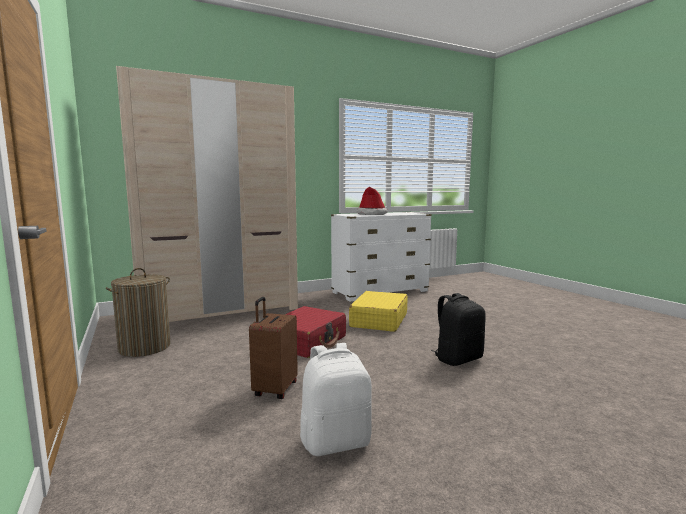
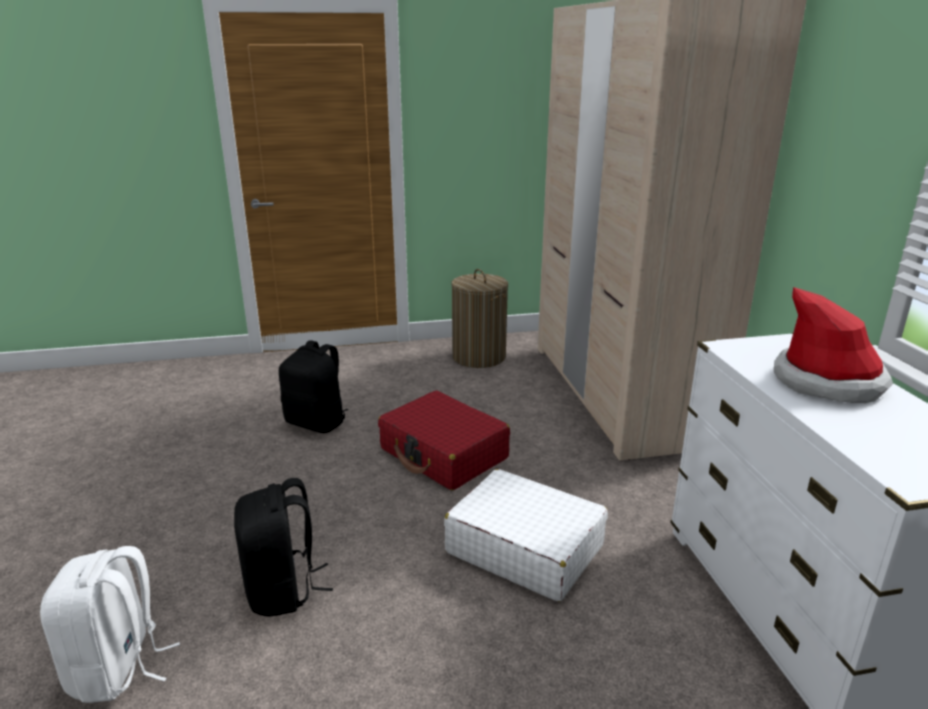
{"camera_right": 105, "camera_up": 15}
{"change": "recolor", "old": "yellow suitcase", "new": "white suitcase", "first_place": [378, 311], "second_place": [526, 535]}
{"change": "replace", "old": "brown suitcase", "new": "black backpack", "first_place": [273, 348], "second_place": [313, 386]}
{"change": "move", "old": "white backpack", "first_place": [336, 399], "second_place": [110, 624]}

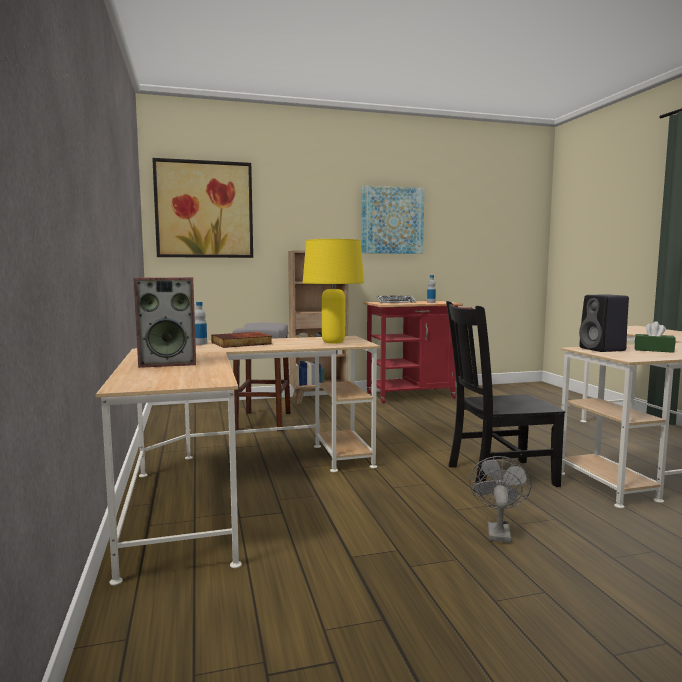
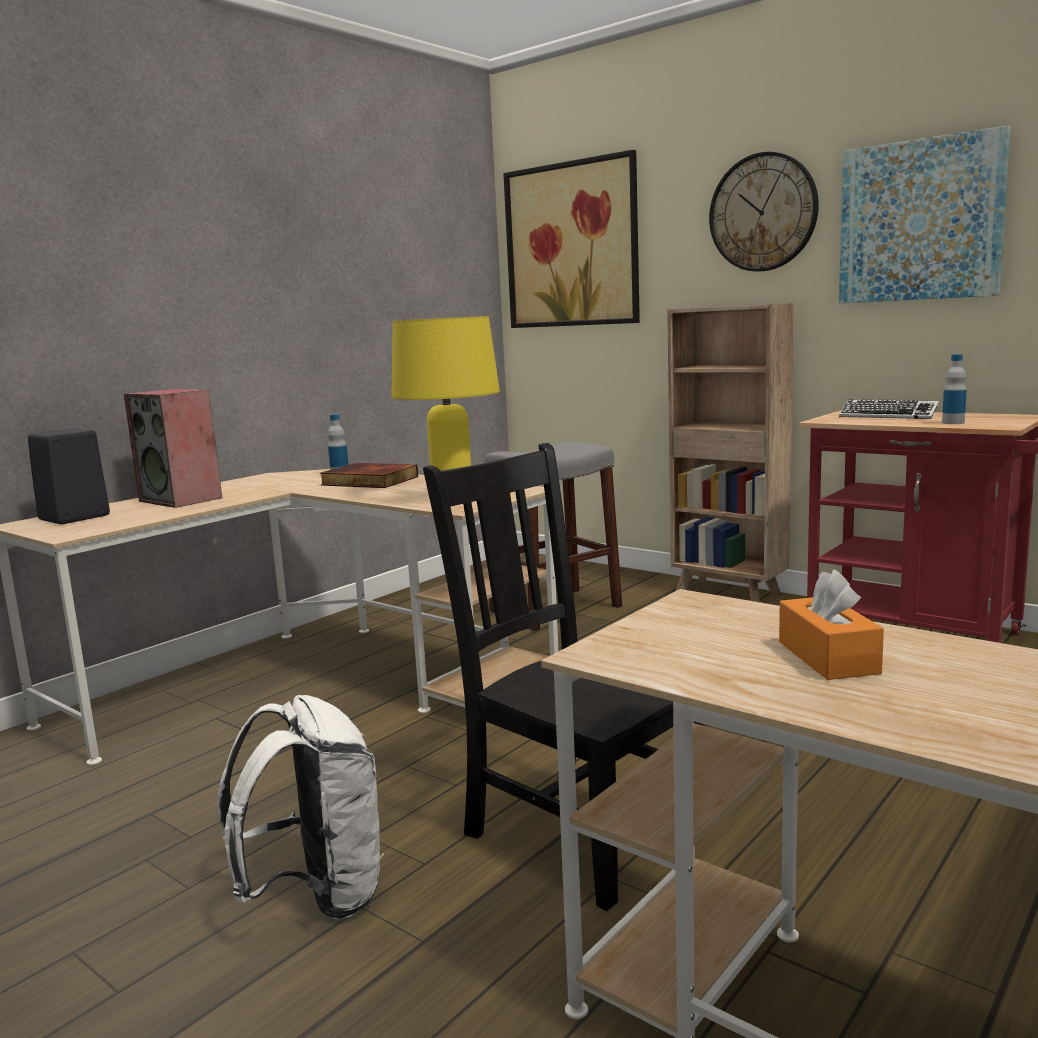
{"camera_right": 55, "camera_up": 5}
{"change": "move", "old": "black speaker", "first_place": [604, 323], "second_place": [69, 476]}
{"change": "recolor", "old": "green tissue box", "new": "orange tissue box", "first_place": [655, 337], "second_place": [831, 624]}
{"change": "replace", "old": "grey fan", "new": "white backpack", "first_place": [500, 499], "second_place": [300, 807]}
{"change": "insert", "new": "wall clock", "second_place": [764, 211]}

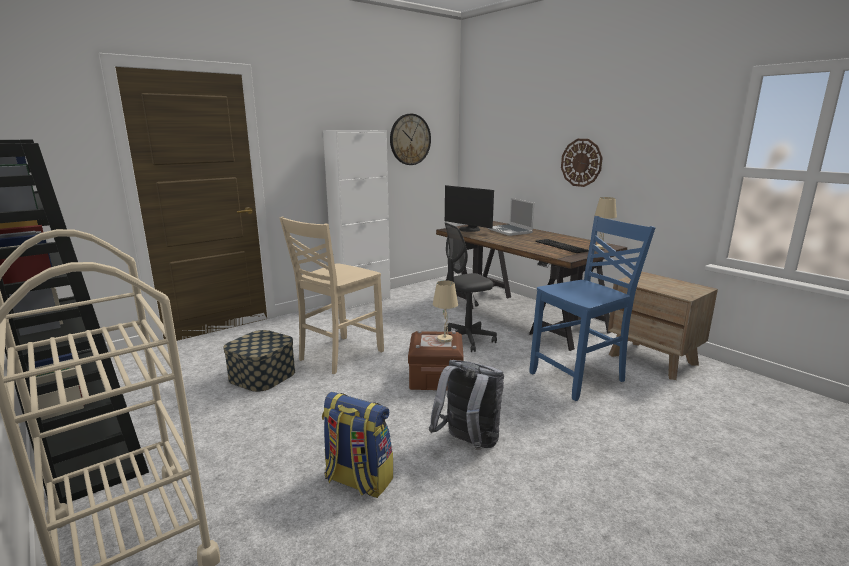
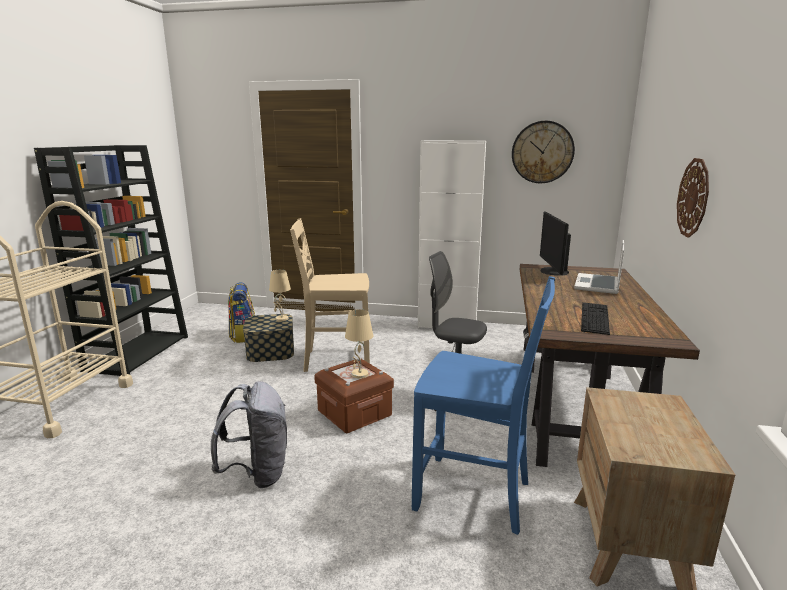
{"camera_right": 50, "camera_up": 0}
{"change": "move", "old": "beige table lamp", "first_place": [605, 223], "second_place": [280, 295]}
{"change": "move", "old": "backpack", "first_place": [357, 445], "second_place": [241, 312]}

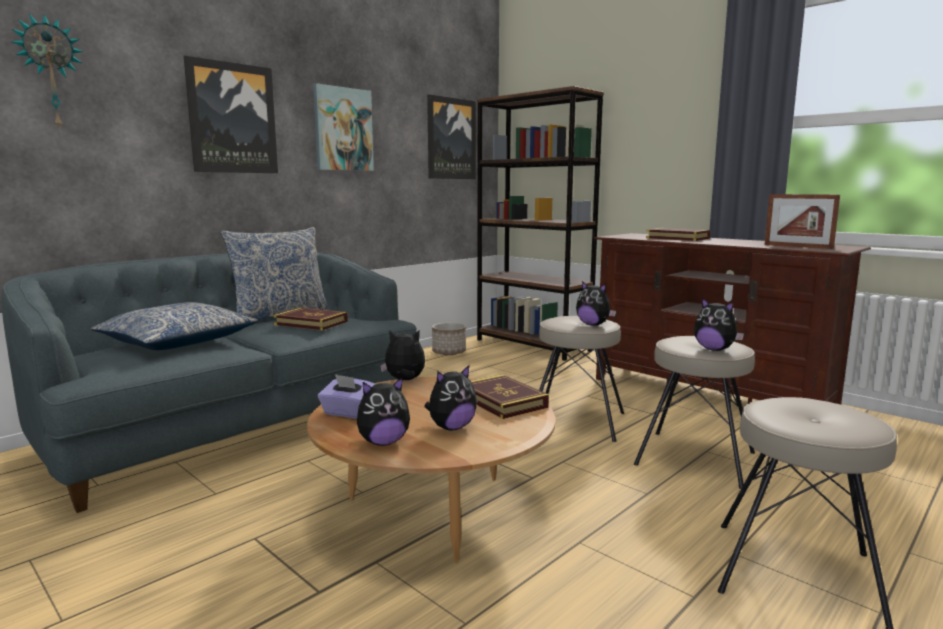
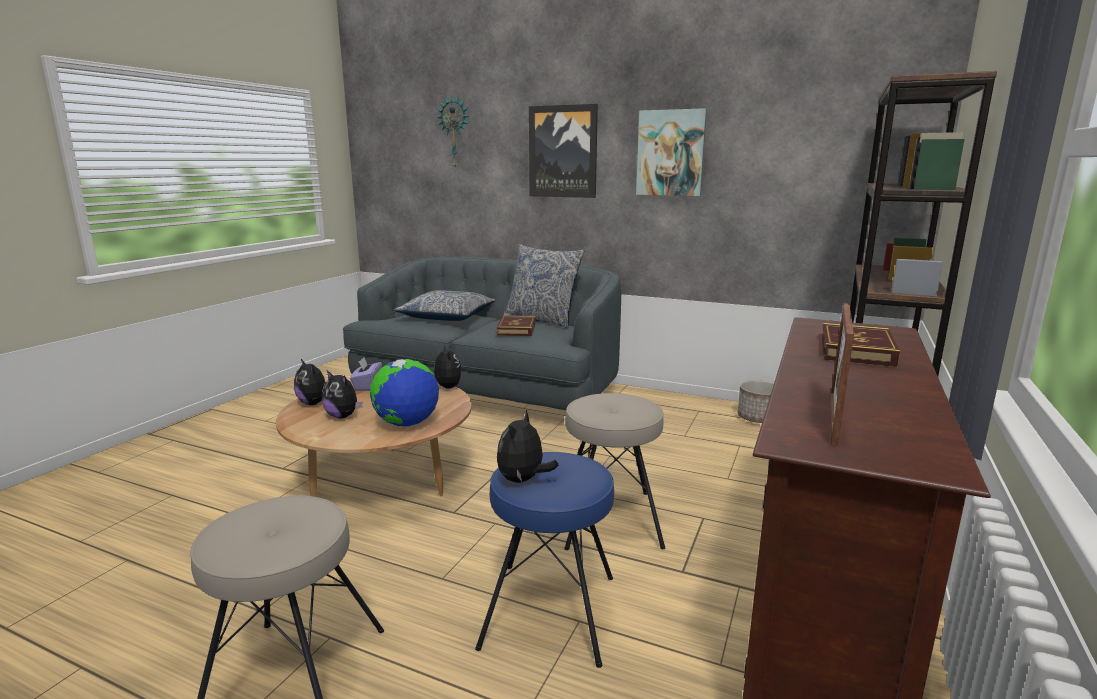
{"camera_right": 70, "camera_up": 5}
{"change": "delete", "old": "picture", "first_place": [451, 136]}
{"change": "delete", "old": "plush toy", "first_place": [596, 303]}
{"change": "recolor", "old": "beige stool", "new": "blue stool", "first_place": [694, 412], "second_place": [544, 560]}
{"change": "replace", "old": "book", "new": "globe", "first_place": [510, 396], "second_place": [404, 392]}

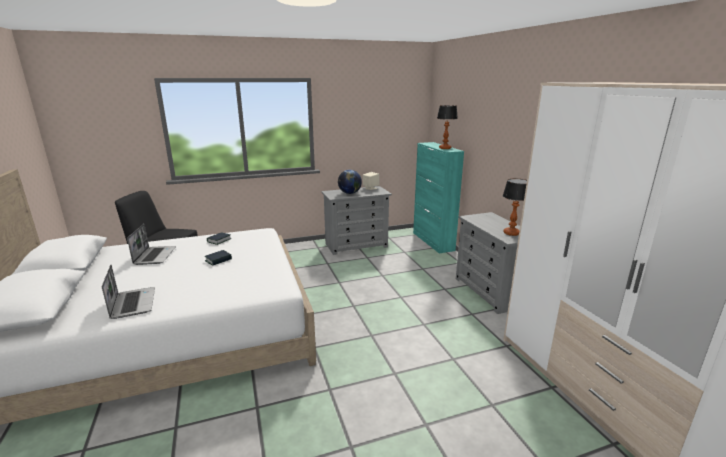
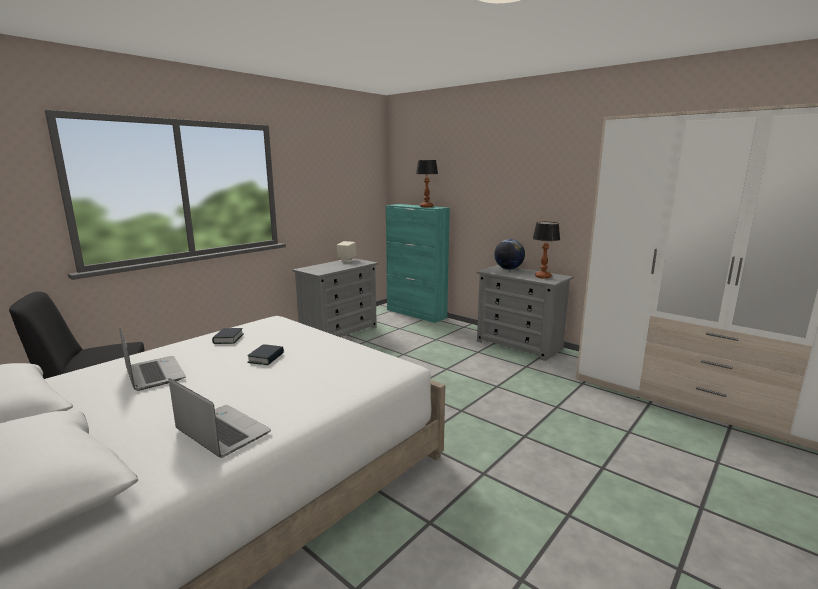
{"camera_right": -30, "camera_up": -5}
{"change": "move", "old": "globe", "first_place": [350, 182], "second_place": [509, 254]}

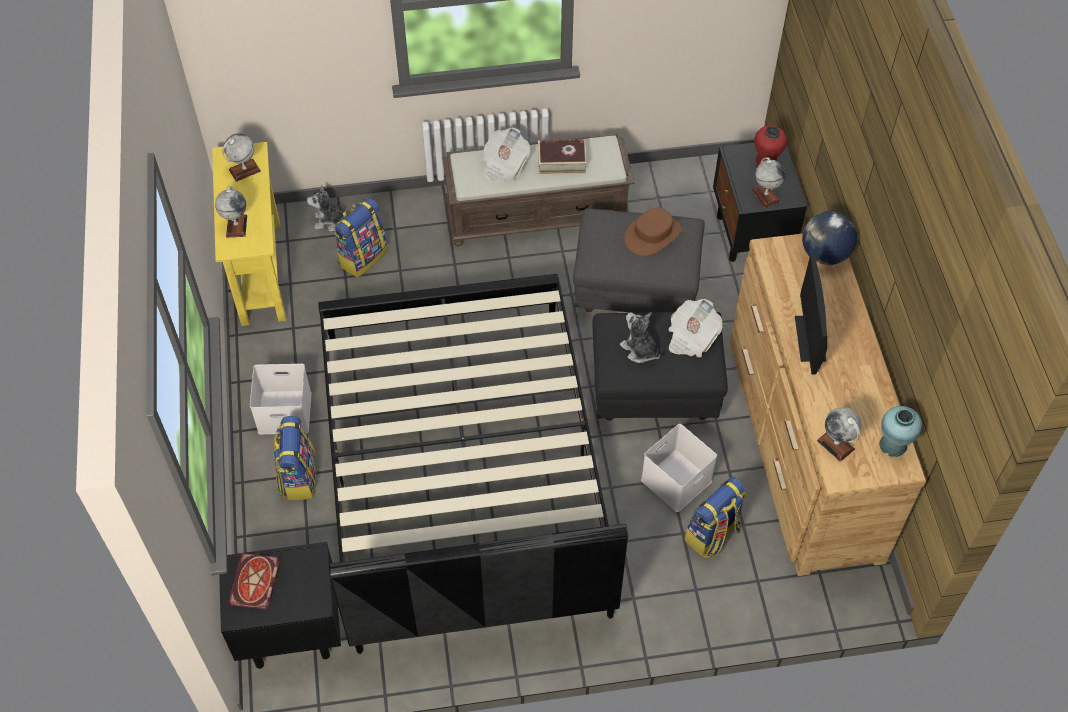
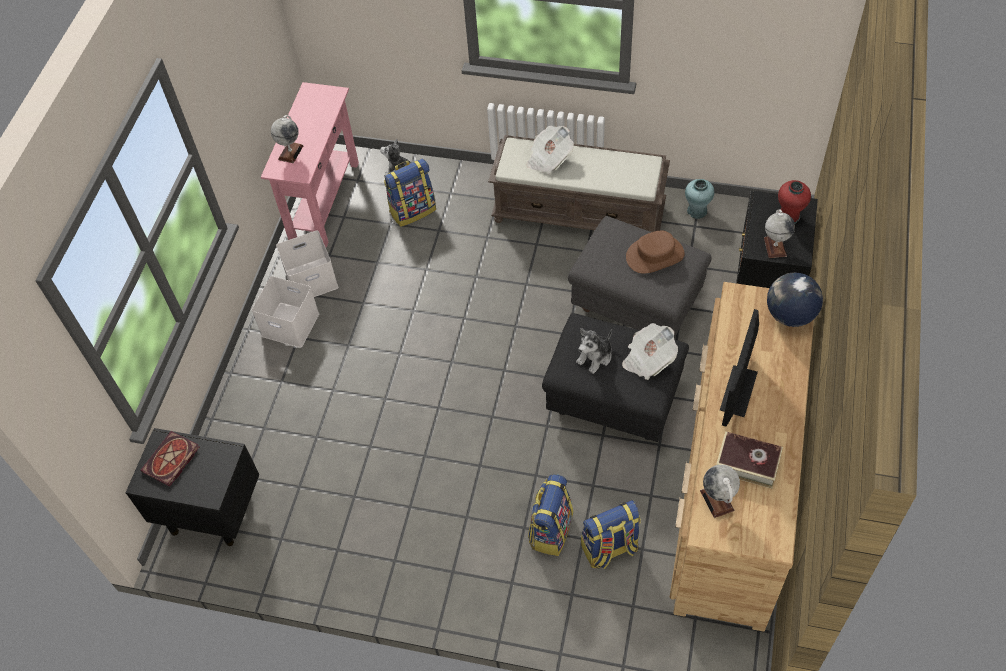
{"camera_right": 25, "camera_up": 0}
{"change": "delete", "old": "globe", "first_place": [241, 157]}
{"change": "move", "old": "book", "first_place": [562, 156], "second_place": [749, 460]}
{"change": "recolor", "old": "yellow console table", "new": "pink console table", "first_place": [249, 234], "second_place": [310, 164]}
{"change": "delete", "old": "black bed", "first_place": [473, 464]}
{"change": "rotate", "old": "plush toy", "first_place": [640, 337], "second_place": [594, 351], "degrees": -120}
{"change": "move", "old": "turquoise vase", "first_place": [900, 431], "second_place": [699, 199]}
{"change": "move", "old": "backpack", "first_place": [294, 458], "second_place": [550, 515]}
{"change": "move", "old": "white storage box", "first_place": [679, 468], "second_place": [307, 263]}

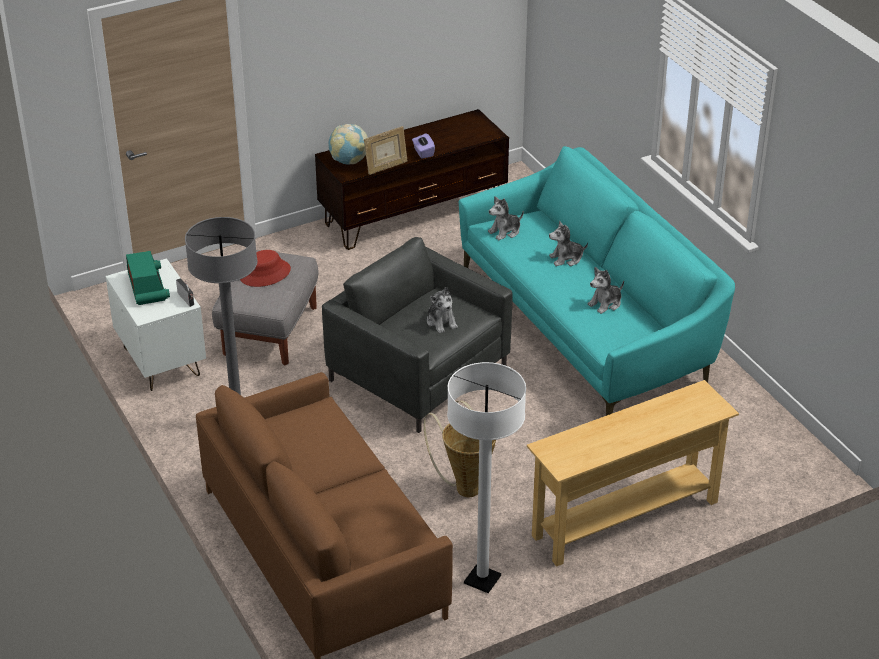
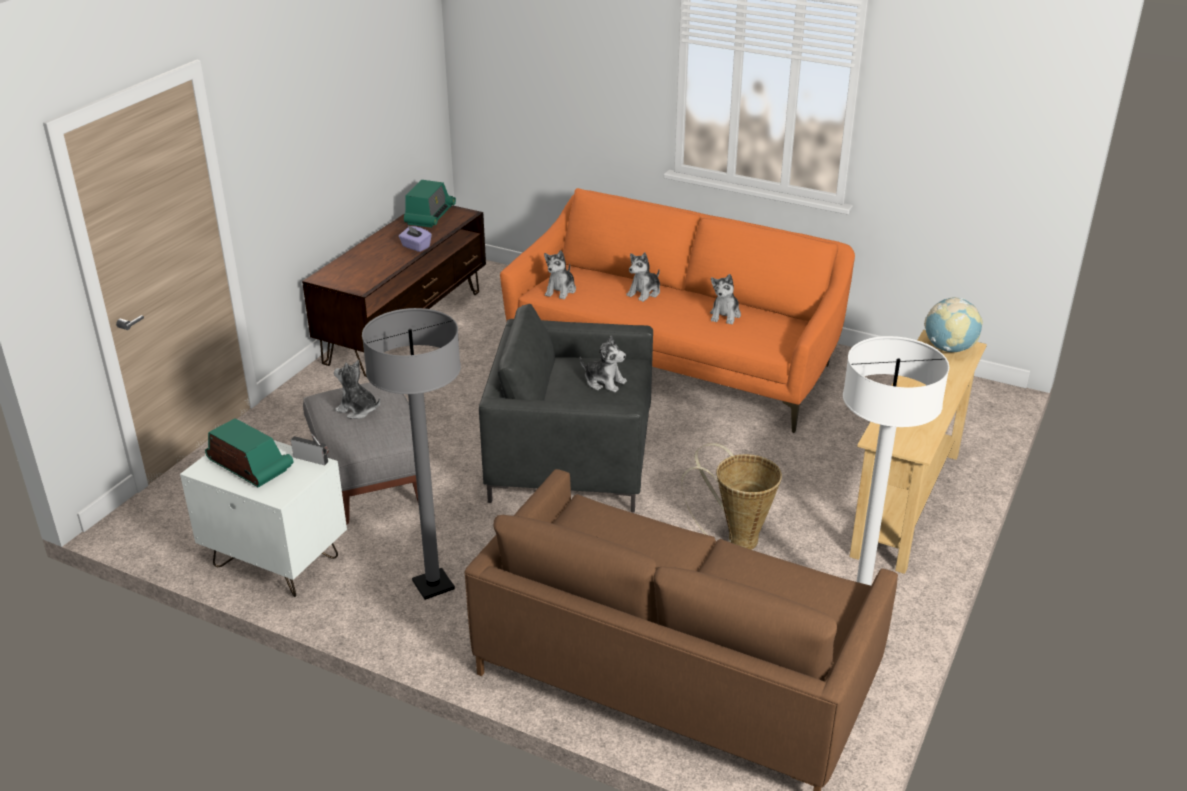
{"camera_right": -35, "camera_up": -5}
{"change": "move", "old": "globe", "first_place": [348, 144], "second_place": [953, 324]}
{"change": "delete", "old": "picture frame", "first_place": [386, 150]}
{"change": "recolor", "old": "turquoise sofa", "new": "orange sofa", "first_place": [597, 281], "second_place": [677, 310]}
{"change": "replace", "old": "red hat", "new": "plush toy", "first_place": [265, 268], "second_place": [357, 389]}
{"change": "insert", "new": "radio", "second_place": [430, 204]}

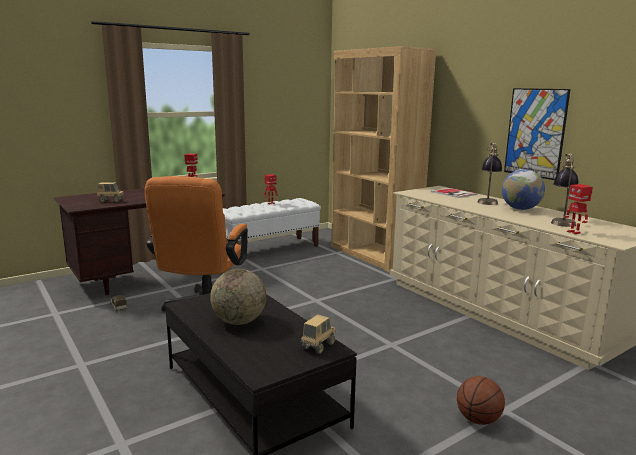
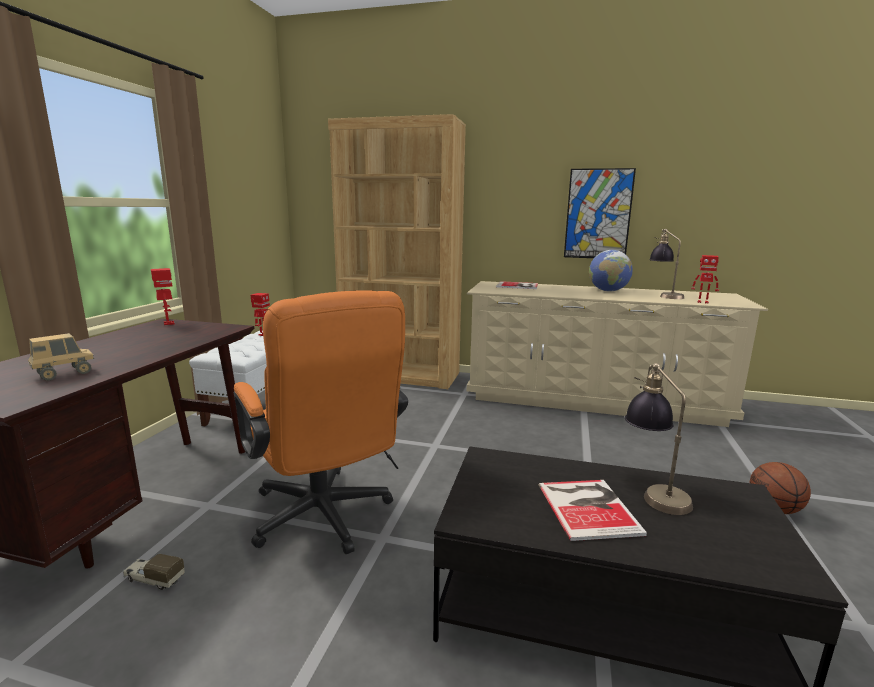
{"camera_right": -40, "camera_up": 0}
{"change": "move", "old": "table lamp", "first_place": [490, 174], "second_place": [659, 439]}
{"change": "replace", "old": "globe", "new": "book", "first_place": [238, 297], "second_place": [593, 510]}
{"change": "delete", "old": "toy truck", "first_place": [318, 334]}

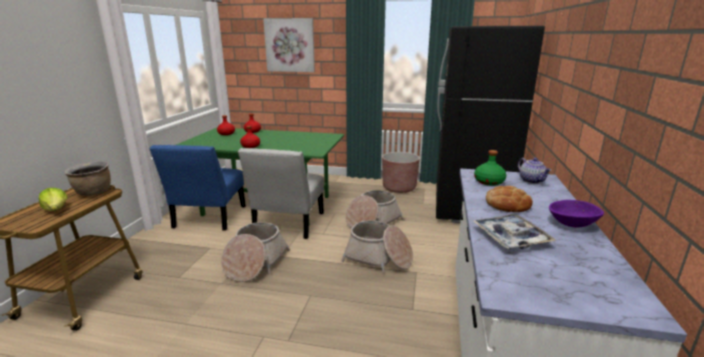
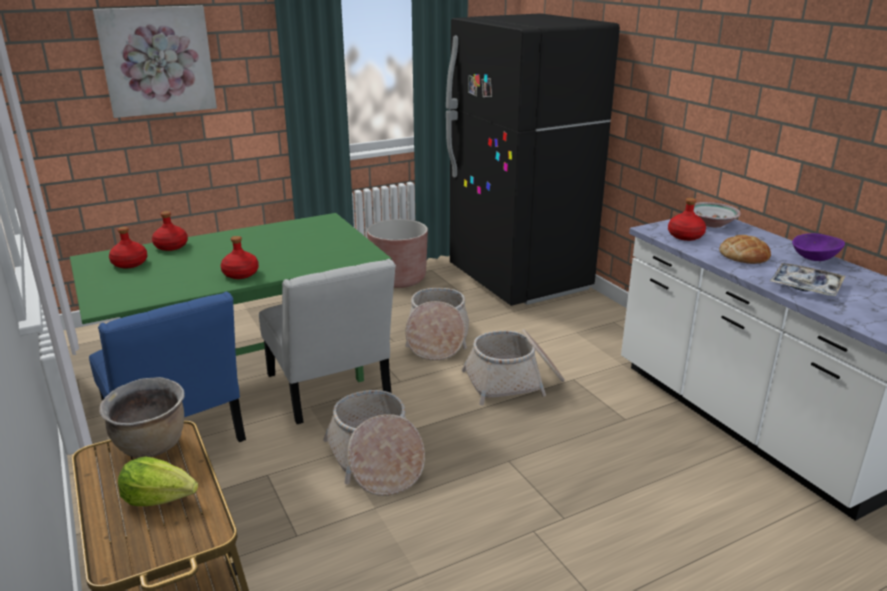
{"camera_right": -40, "camera_up": 5}
{"change": "recolor", "old": "green bottle", "new": "red bottle", "first_place": [490, 168], "second_place": [687, 219]}
{"change": "replace", "old": "teapot", "new": "bowl", "first_place": [534, 171], "second_place": [717, 214]}

